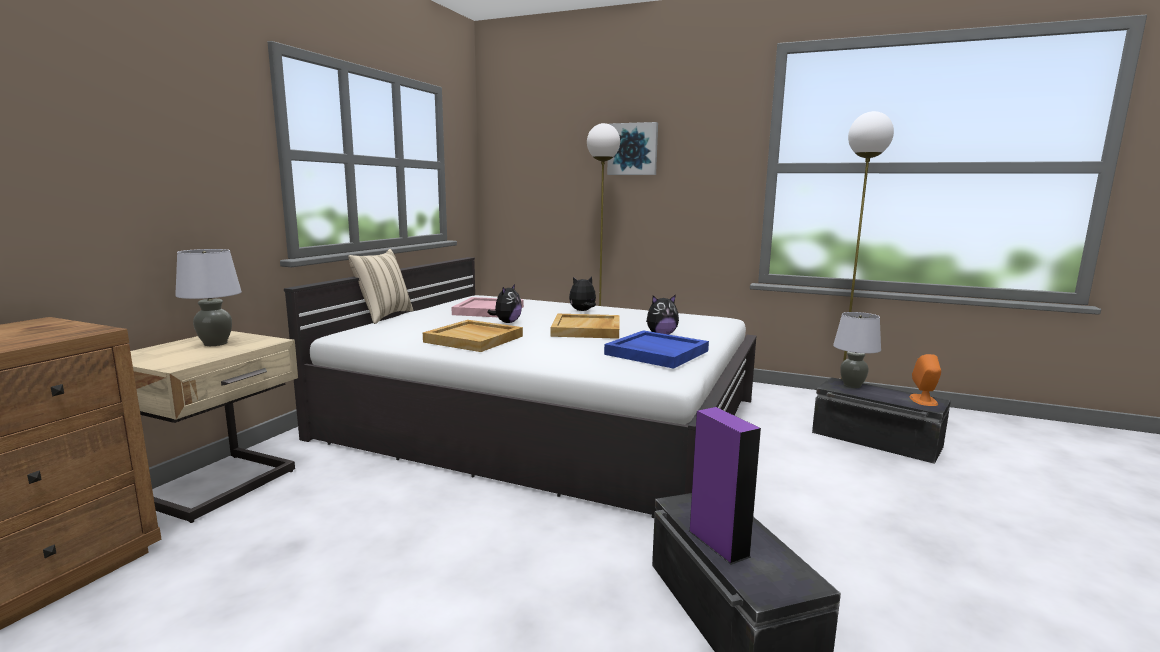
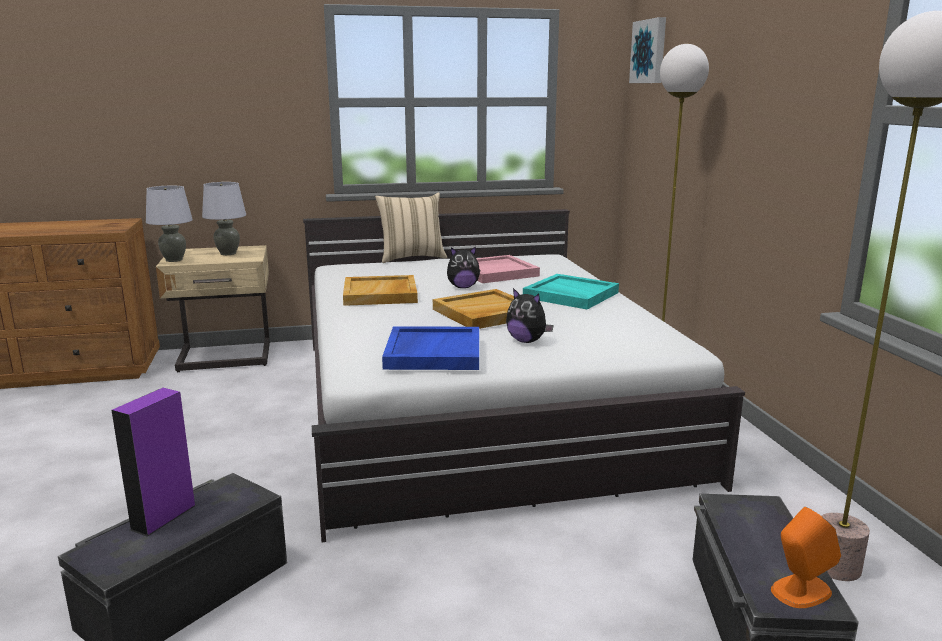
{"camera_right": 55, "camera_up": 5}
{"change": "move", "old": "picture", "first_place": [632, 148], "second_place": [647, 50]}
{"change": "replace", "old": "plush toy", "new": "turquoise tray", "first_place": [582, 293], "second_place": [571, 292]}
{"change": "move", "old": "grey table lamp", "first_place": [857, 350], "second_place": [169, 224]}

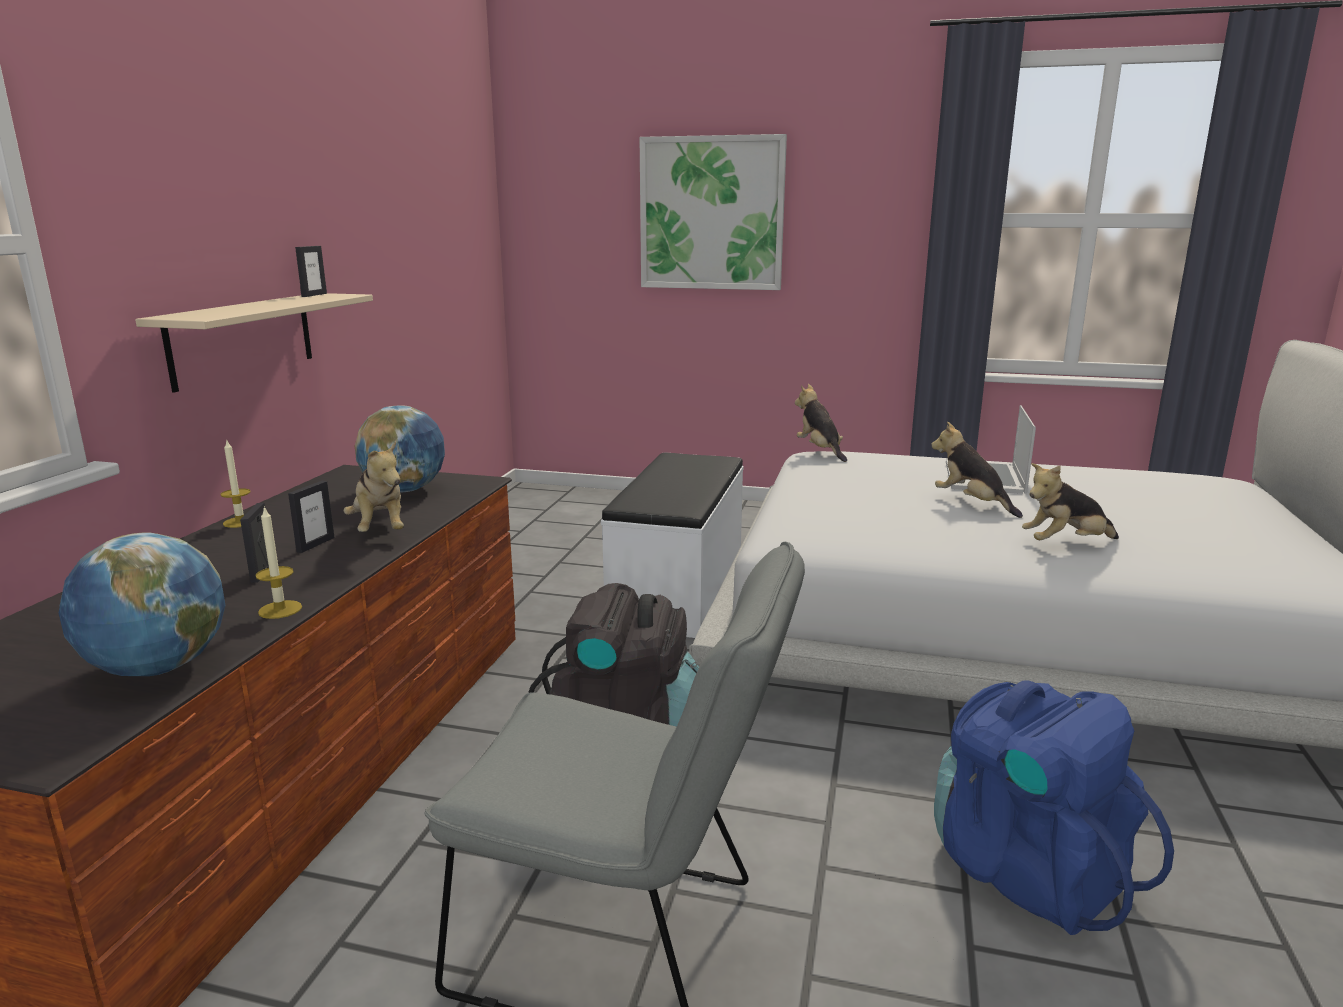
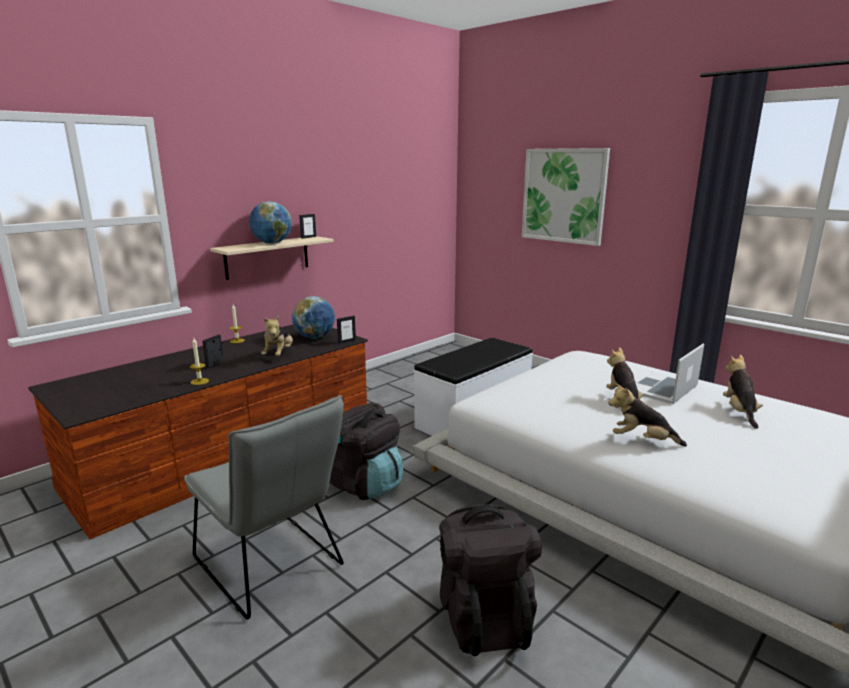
{"camera_right": 30, "camera_up": 0}
{"change": "move", "old": "plush toy", "first_place": [821, 423], "second_place": [743, 391]}
{"change": "move", "old": "picture frame", "first_place": [311, 517], "second_place": [346, 330]}
{"change": "move", "old": "globe", "first_place": [142, 604], "second_place": [270, 222]}
{"change": "recolor", "old": "blue backpack", "new": "black backpack", "first_place": [1054, 807], "second_place": [490, 580]}

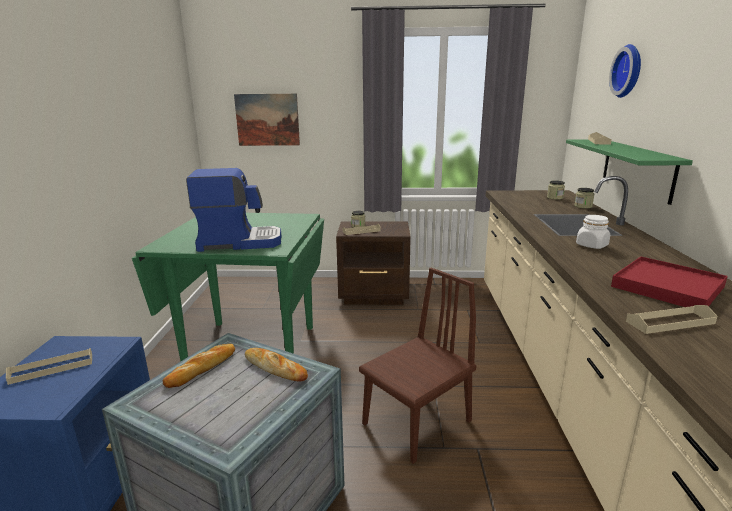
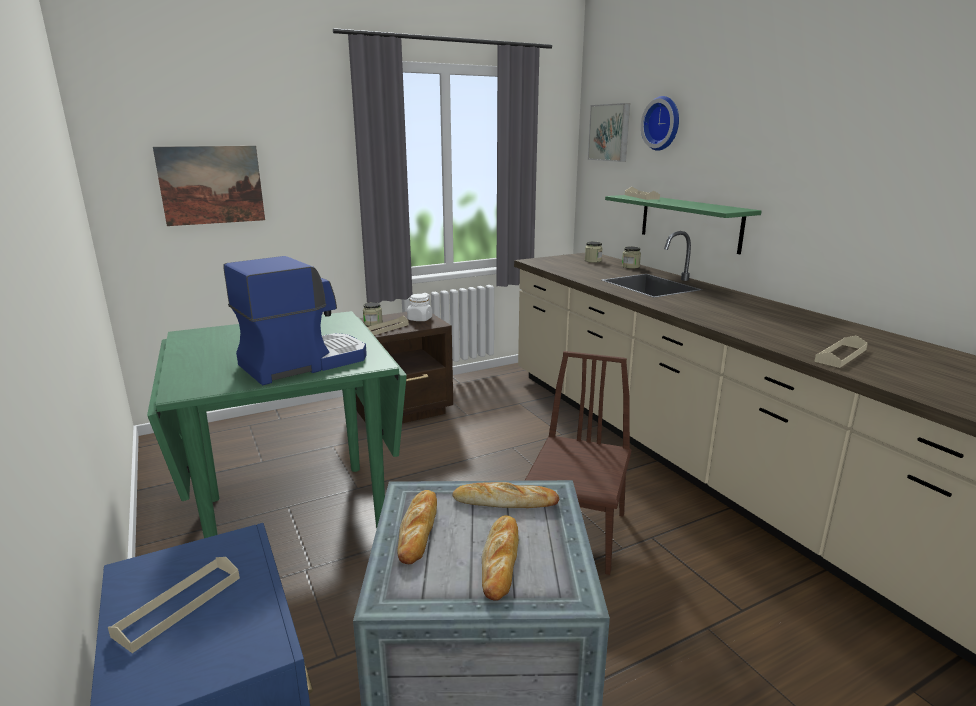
{"camera_right": -30, "camera_up": 0}
{"change": "move", "old": "white jar", "first_place": [593, 232], "second_place": [419, 307]}
{"change": "delete", "old": "red tray", "first_place": [669, 282]}
{"change": "insert", "new": "picture", "second_place": [609, 132]}
{"change": "insert", "new": "bread", "second_place": [500, 558]}

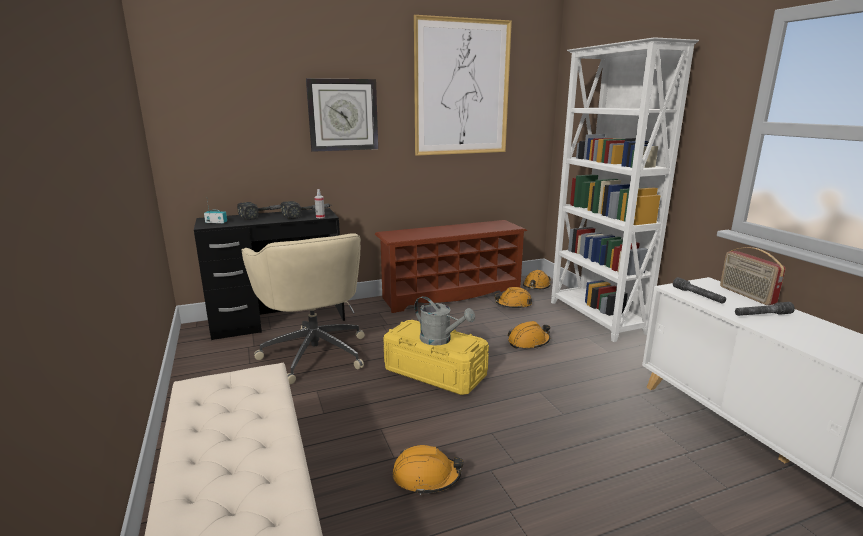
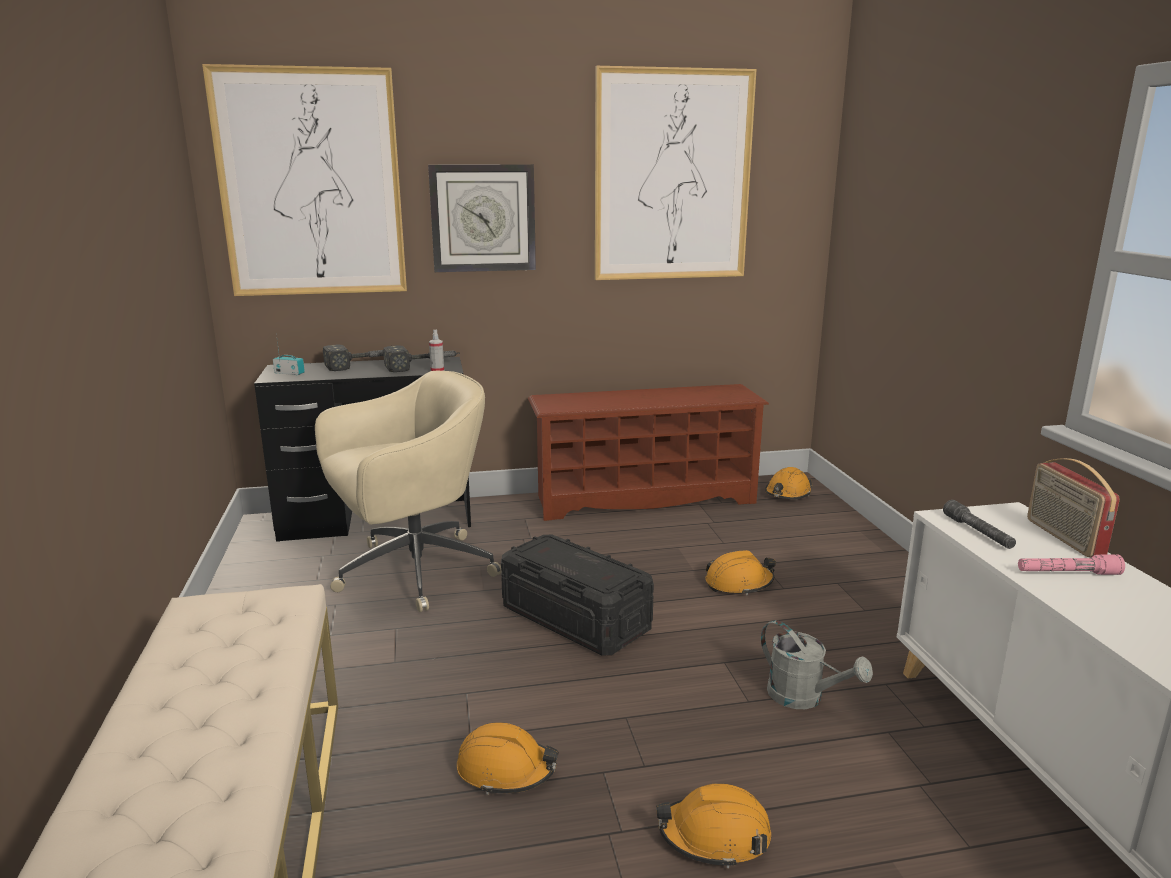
{"camera_right": 10, "camera_up": 0}
{"change": "delete", "old": "white bookcase", "first_place": [625, 189]}
{"change": "rotate", "old": "beige office chair", "first_place": [303, 308], "second_place": [408, 491], "degrees": -105}
{"change": "move", "old": "orange hard hat", "first_place": [513, 298], "second_place": [713, 825]}
{"change": "move", "old": "grey watering can", "first_place": [444, 321], "second_place": [817, 664]}
{"change": "recolor", "old": "grey flashlight", "new": "pink flashlight", "first_place": [765, 309], "second_place": [1071, 565]}
{"change": "recolor", "old": "yellow storage box", "new": "black storage box", "first_place": [436, 357], "second_place": [577, 595]}
{"change": "insert", "new": "picture", "second_place": [304, 180]}

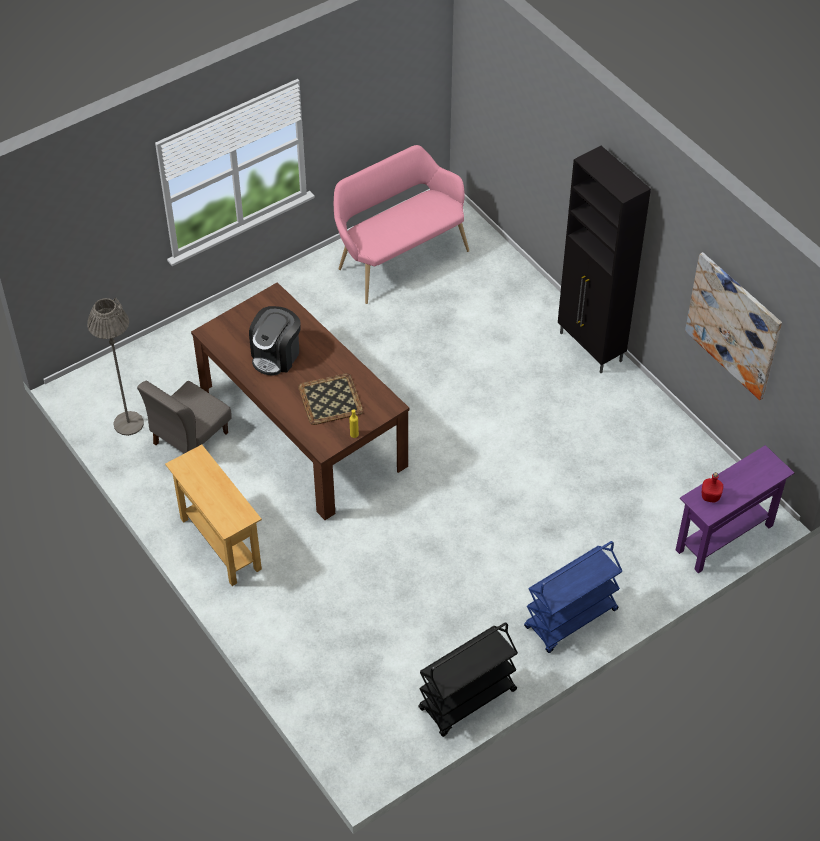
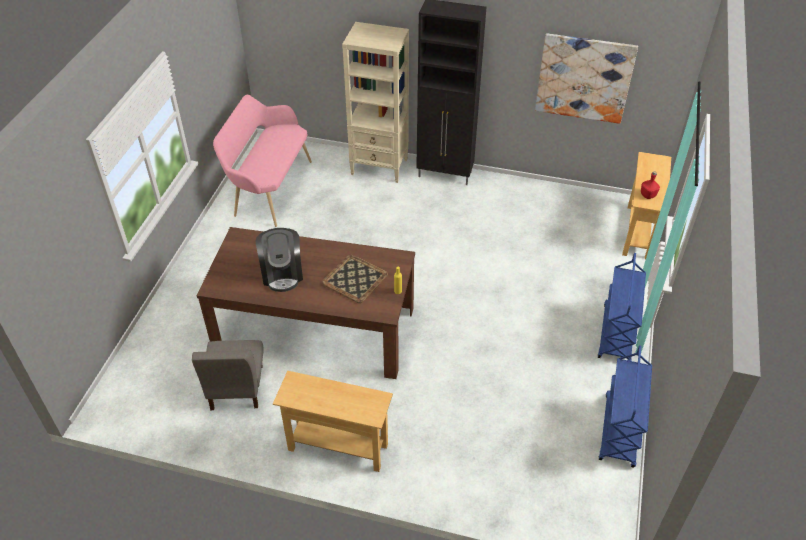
{"camera_right": -40, "camera_up": -5}
{"change": "delete", "old": "grey floor lamp", "first_place": [115, 367]}
{"change": "recolor", "old": "purple console table", "new": "beige console table", "first_place": [735, 509], "second_place": [646, 205]}
{"change": "recolor", "old": "black cart", "new": "blue cart", "first_place": [468, 679], "second_place": [625, 406]}
{"change": "insert", "new": "beige bookcase", "second_place": [375, 102]}

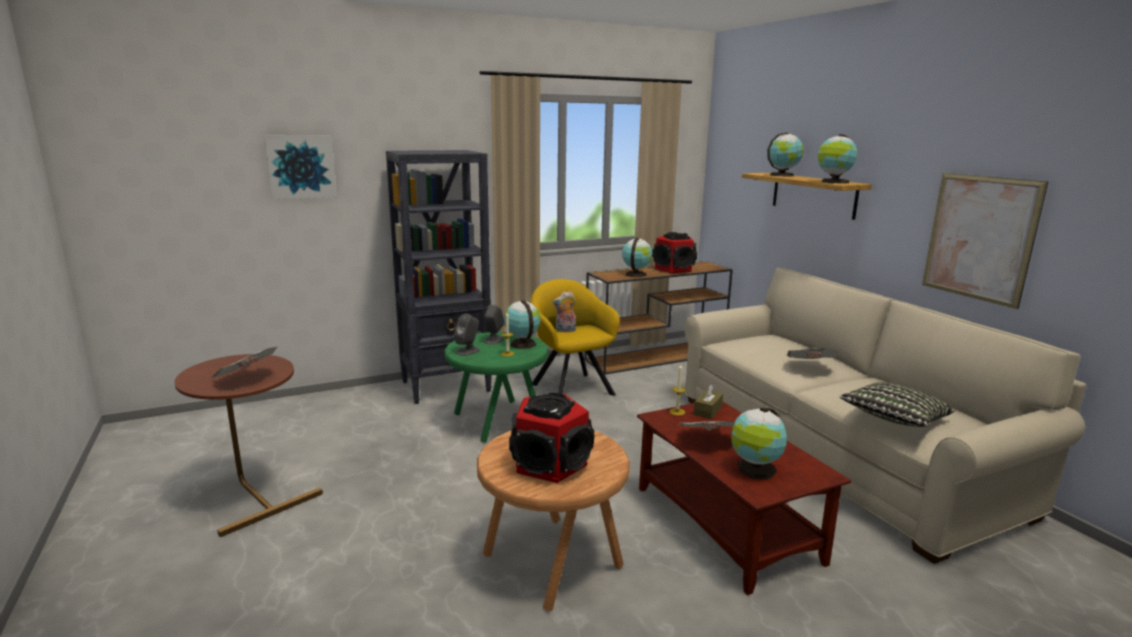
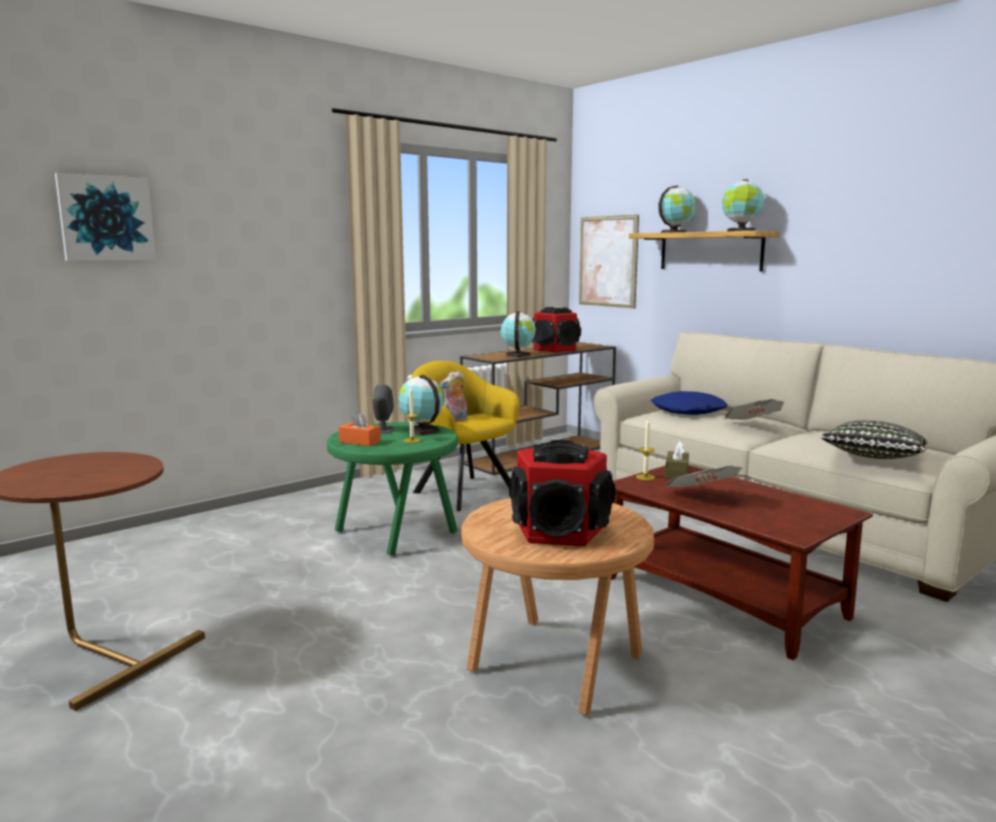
{"camera_right": -15, "camera_up": -5}
{"change": "delete", "old": "black bookcase", "first_place": [439, 277]}
{"change": "move", "old": "picture", "first_place": [985, 241], "second_place": [609, 261]}
{"change": "replace", "old": "grey speaker", "new": "orange tissue box", "first_place": [467, 334], "second_place": [360, 429]}
{"change": "delete", "old": "newspaper", "first_place": [245, 362]}
{"change": "delete", "old": "globe", "first_place": [759, 443]}
{"change": "insert", "new": "blue pillow", "second_place": [689, 403]}

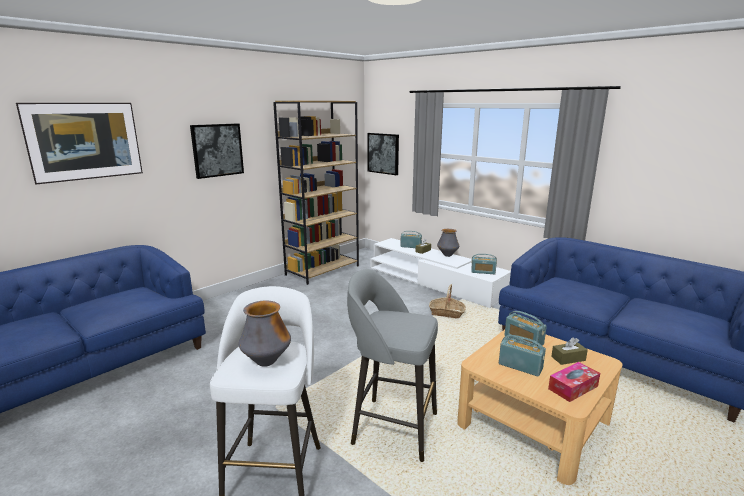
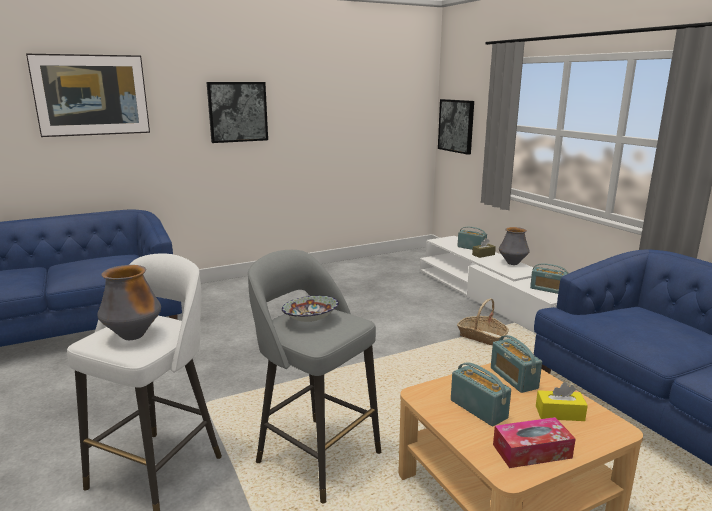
{"camera_right": 20, "camera_up": 0}
{"change": "delete", "old": "brown bookcase", "first_place": [316, 193]}
{"change": "recolor", "old": "brown tissue box", "new": "yellow tissue box", "first_place": [569, 351], "second_place": [562, 401]}
{"change": "insert", "new": "bowl", "second_place": [310, 308]}

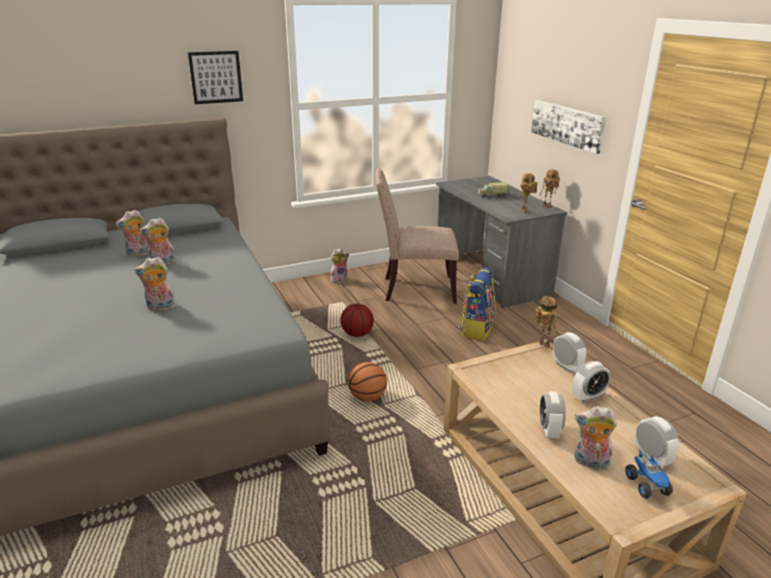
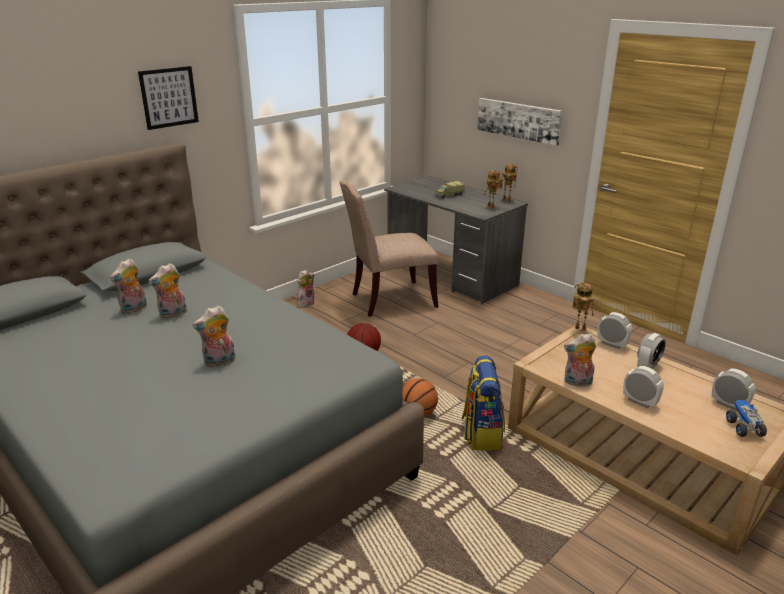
{"camera_right": -20, "camera_up": 0}
{"change": "move", "old": "backpack", "first_place": [477, 304], "second_place": [483, 403]}
{"change": "rotate", "old": "alarm clock", "first_place": [553, 415], "second_place": [643, 387], "degrees": 150}
{"change": "move", "old": "plush toy", "first_place": [595, 438], "second_place": [580, 359]}
{"change": "rotate", "old": "toy truck", "first_place": [649, 474], "second_place": [746, 418], "degrees": -150}

